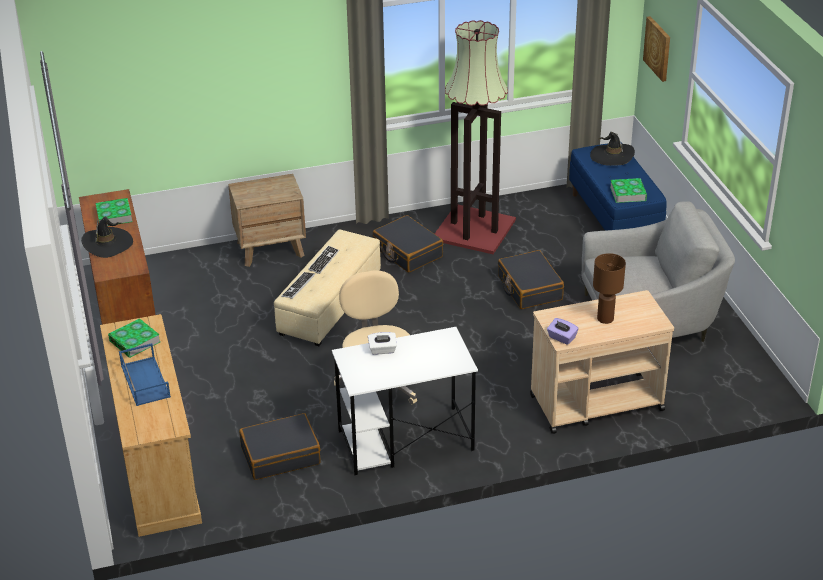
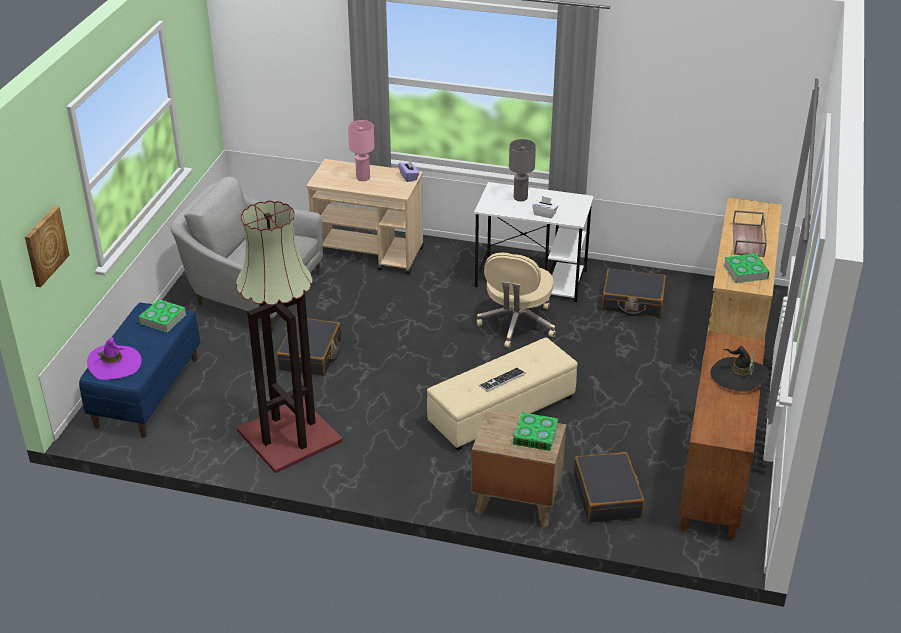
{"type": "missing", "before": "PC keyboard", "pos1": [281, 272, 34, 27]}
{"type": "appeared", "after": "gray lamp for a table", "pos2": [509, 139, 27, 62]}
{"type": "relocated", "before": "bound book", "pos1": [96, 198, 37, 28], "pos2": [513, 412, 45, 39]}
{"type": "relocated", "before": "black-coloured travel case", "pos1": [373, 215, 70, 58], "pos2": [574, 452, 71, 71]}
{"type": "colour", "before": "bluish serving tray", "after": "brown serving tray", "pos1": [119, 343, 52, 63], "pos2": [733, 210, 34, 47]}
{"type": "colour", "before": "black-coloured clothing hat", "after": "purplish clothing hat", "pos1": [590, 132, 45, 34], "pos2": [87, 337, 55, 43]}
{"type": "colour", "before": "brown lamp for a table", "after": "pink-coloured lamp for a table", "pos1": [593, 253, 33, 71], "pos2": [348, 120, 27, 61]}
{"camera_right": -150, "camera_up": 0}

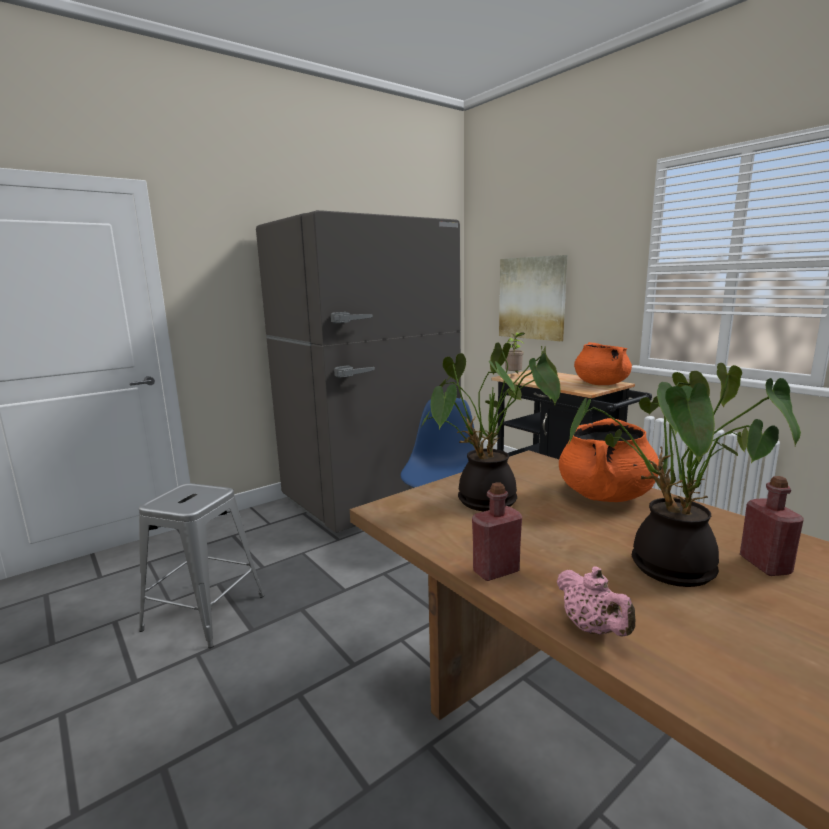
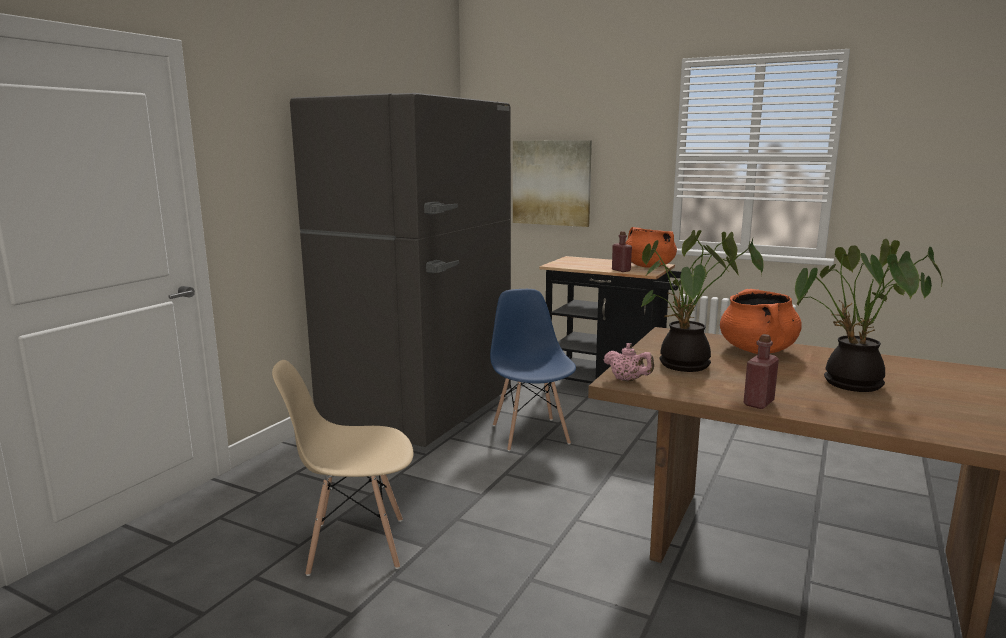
{"type": "missing", "before": "houseplant", "pos1": [505, 332, 20, 41]}
{"type": "relocated", "before": "pink-coloured teapot", "pos1": [557, 567, 78, 69], "pos2": [604, 343, 50, 39]}
{"type": "relocated", "before": "reddish beverage bottle", "pos1": [740, 476, 64, 100], "pos2": [612, 231, 20, 41]}
{"type": "exchanged", "before": "gray stool", "after": "sand-coloured plain chair", "pos1": [139, 483, 125, 165], "pos2": [272, 360, 141, 216]}
{"camera_right": -25, "camera_up": 0}

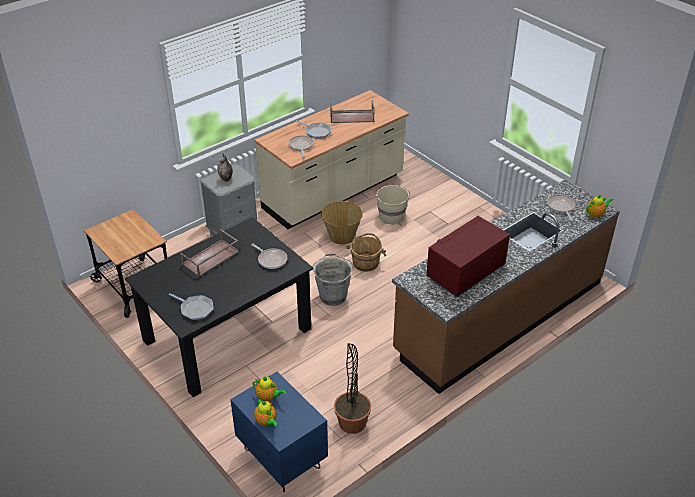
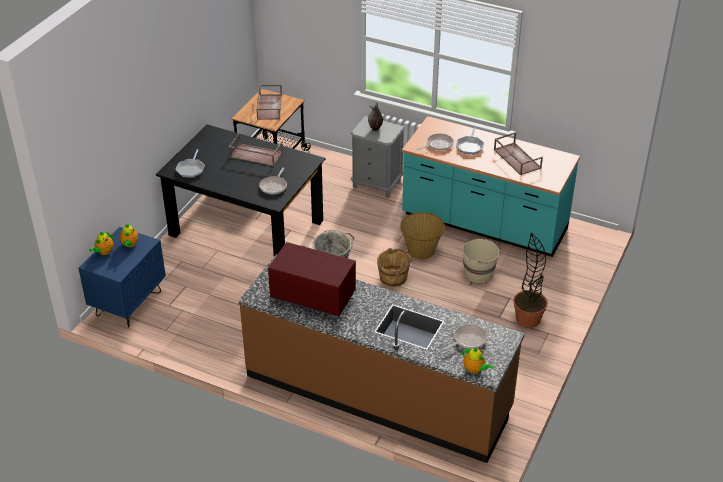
{"type": "appeared", "after": "brown serving tray", "pos2": [256, 85, 26, 35]}
{"type": "relocated", "before": "houseplant", "pos1": [334, 343, 37, 91], "pos2": [513, 233, 35, 95]}
{"type": "colour", "before": "sand-coloured kitchen base unit", "after": "turquoise kitchen base unit", "pos1": [254, 90, 155, 139], "pos2": [402, 116, 178, 141]}
{"camera_right": 65, "camera_up": 0}

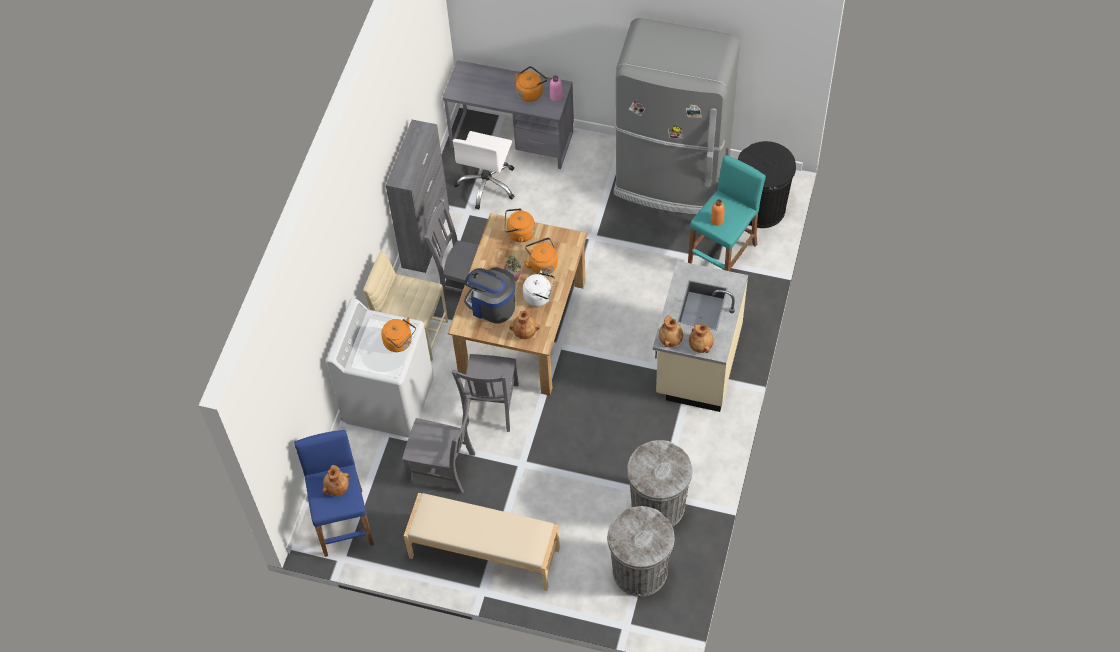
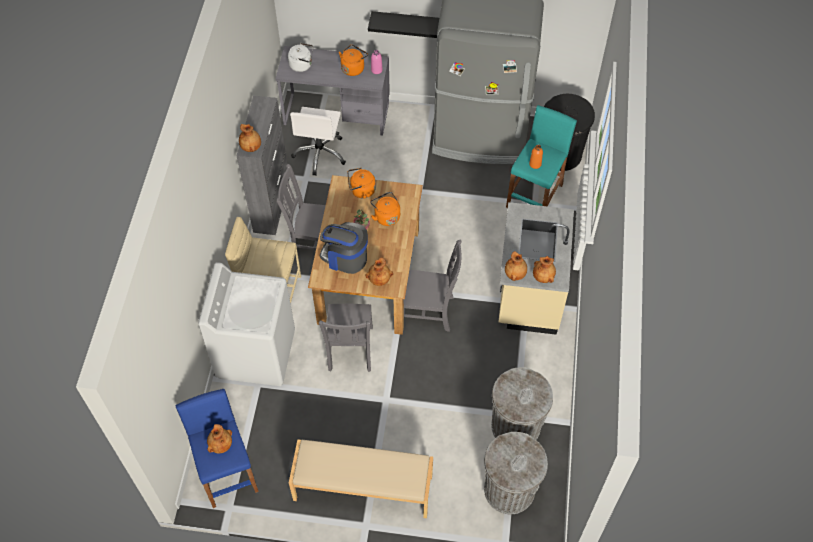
{"type": "missing", "before": "orange-coloured tea kettle", "pos1": [381, 317, 35, 35]}
{"type": "appeared", "after": "brown vase", "pos2": [239, 124, 22, 28]}
{"type": "appeared", "after": "black-coloured shelf", "pos2": [368, 11, 71, 27]}
{"type": "relocated", "before": "gray plain chair", "pos1": [402, 394, 73, 100], "pos2": [404, 240, 58, 92]}
{"type": "relocated", "before": "white-coloured tea kettle", "pos1": [523, 270, 32, 37], "pos2": [288, 43, 25, 29]}
{"camera_right": -10, "camera_up": 0}

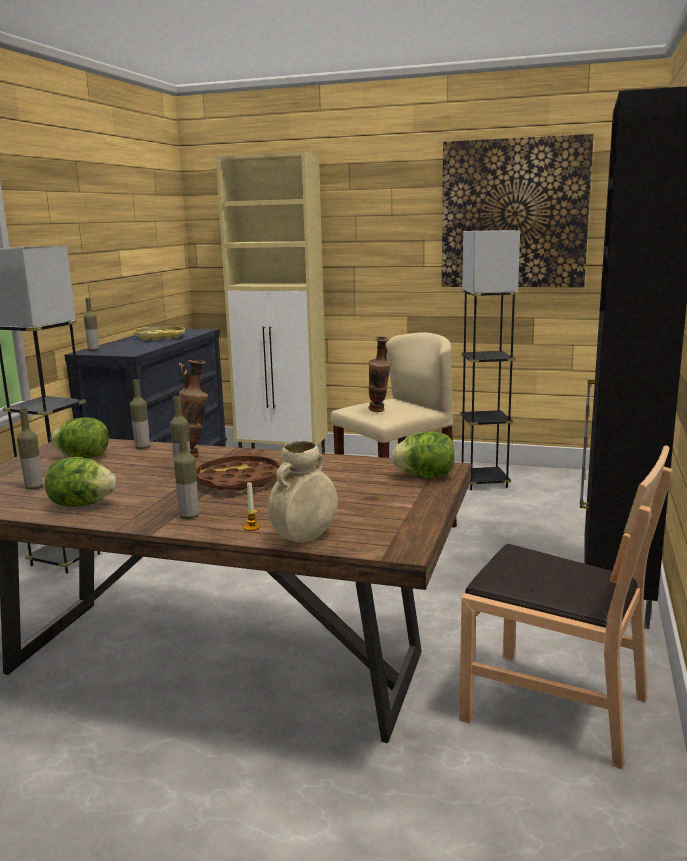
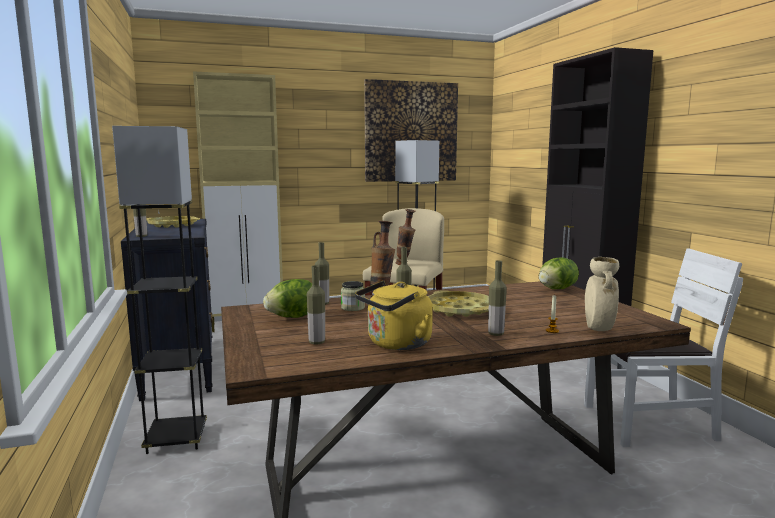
{"type": "appeared", "after": "jar", "pos2": [341, 281, 24, 30]}
{"type": "exchanged", "before": "head of lettuce", "after": "yellow tea kettle", "pos1": [45, 457, 72, 50], "pos2": [355, 281, 78, 69]}
{"type": "colour", "before": "brown serving tray", "after": "yellow serving tray", "pos1": [196, 453, 84, 38], "pos2": [428, 290, 61, 27]}
{"type": "colour", "before": "brown plain chair", "after": "white-coloured plain chair", "pos1": [459, 445, 213, 324], "pos2": [584, 248, 159, 199]}
{"camera_right": -35, "camera_up": -5}

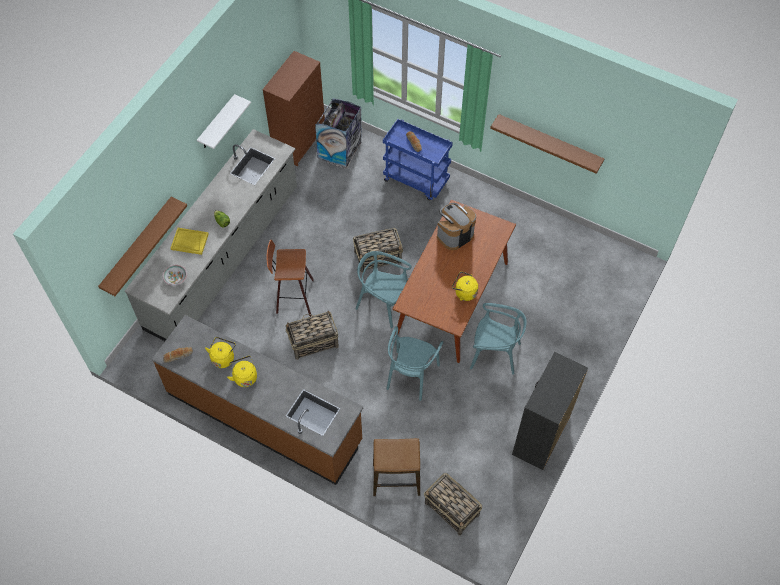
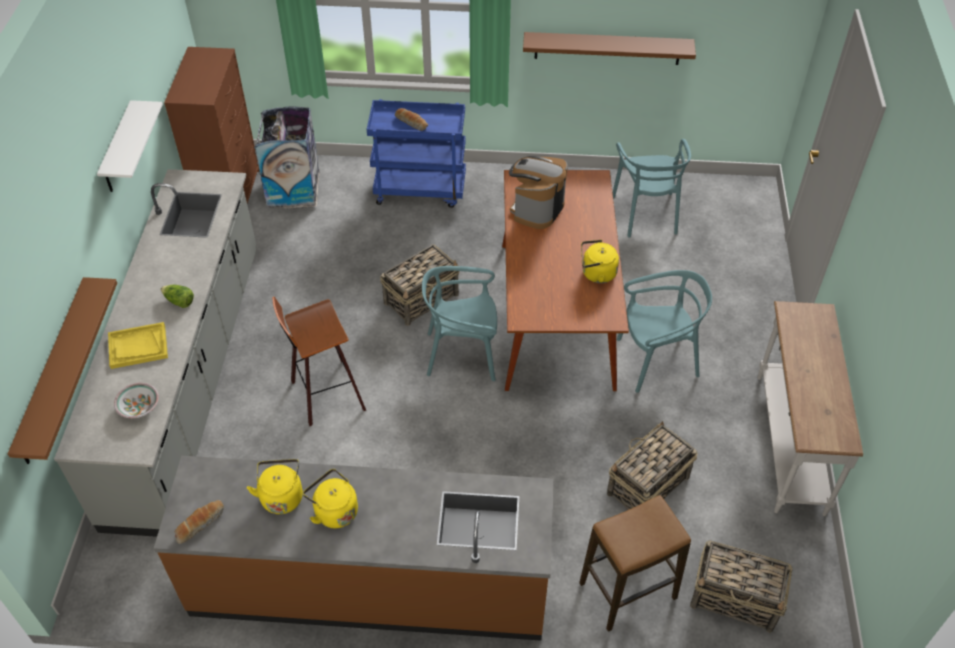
{"type": "relocated", "before": "household basket", "pos1": [286, 311, 53, 49], "pos2": [607, 421, 91, 89]}
{"type": "relocated", "before": "turquoise plain chair", "pos1": [387, 326, 56, 75], "pos2": [613, 139, 78, 98]}
{"type": "exchanged", "before": "black-coloured dresser", "after": "white-coloured hall table", "pos1": [512, 352, 76, 118], "pos2": [758, 301, 105, 215]}
{"camera_right": -25, "camera_up": -10}

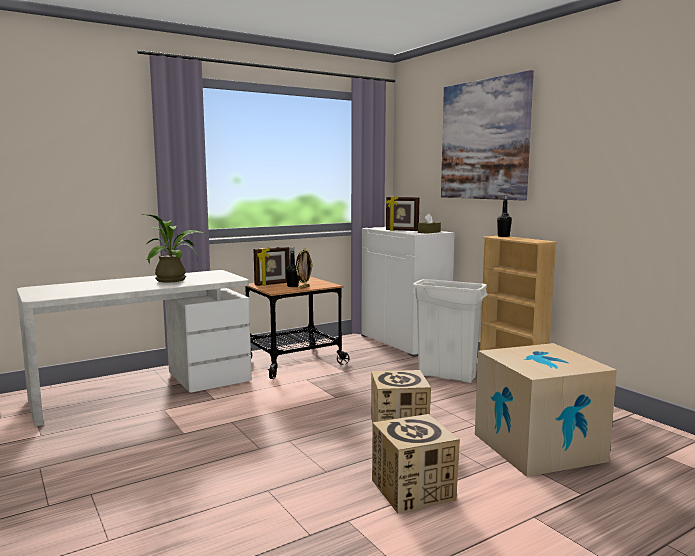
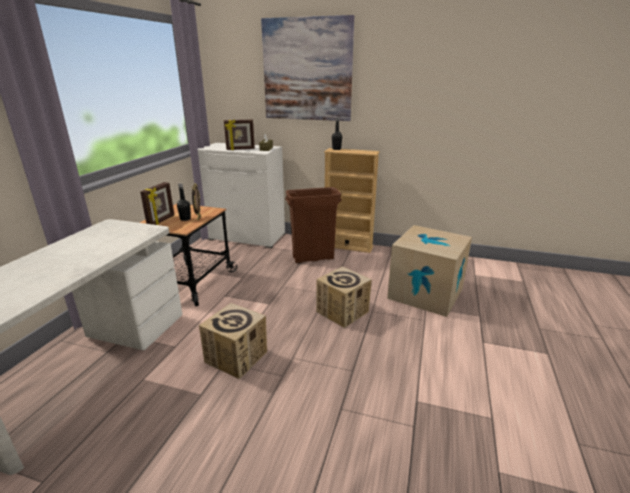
{"type": "missing", "before": "houseplant", "pos1": [141, 214, 63, 68]}
{"type": "relocated", "before": "cardboard box", "pos1": [372, 414, 88, 99], "pos2": [199, 303, 68, 76]}
{"type": "colour", "before": "white-coloured waste bin", "after": "brown waste bin", "pos1": [412, 279, 76, 104], "pos2": [285, 187, 57, 76]}
{"camera_right": -40, "camera_up": 15}

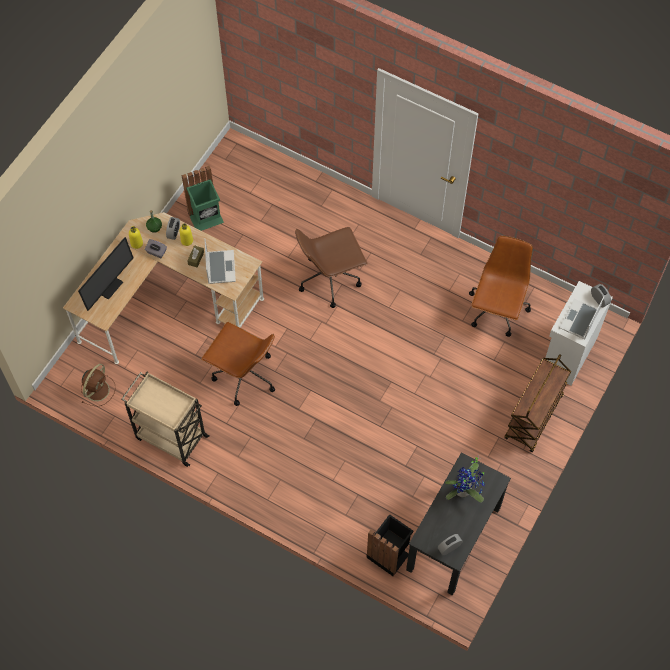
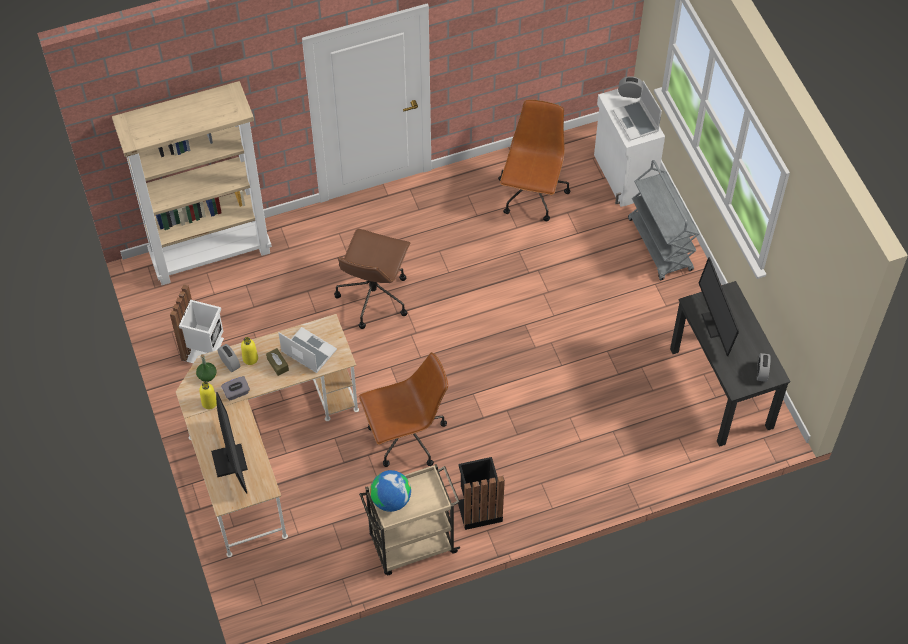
{"type": "missing", "before": "brown electric fan", "pos1": [81, 364, 35, 42]}
{"type": "appeared", "after": "sand-coloured bookshelf", "pos2": [112, 81, 160, 204]}
{"type": "appeared", "after": "globe", "pos2": [370, 470, 41, 42]}
{"type": "relocated", "before": "black-coloured waste bin", "pos1": [366, 514, 47, 62], "pos2": [458, 457, 47, 73]}
{"type": "exchanged", "before": "houseplant", "after": "computer display", "pos1": [445, 455, 40, 48], "pos2": [699, 257, 40, 99]}
{"type": "colour", "before": "green-coloured waste bin", "after": "white-coloured waste bin", "pos1": [181, 166, 43, 65], "pos2": [170, 285, 54, 78]}
{"type": "colour", "before": "brown trolley", "after": "gray trolley", "pos1": [504, 354, 67, 98], "pos2": [628, 160, 72, 120]}
{"type": "spun", "before": "brown office chair", "pos1": [469, 236, 64, 101], "pos2": [498, 99, 73, 122], "turn": 45}
{"camera_right": -50, "camera_up": -5}

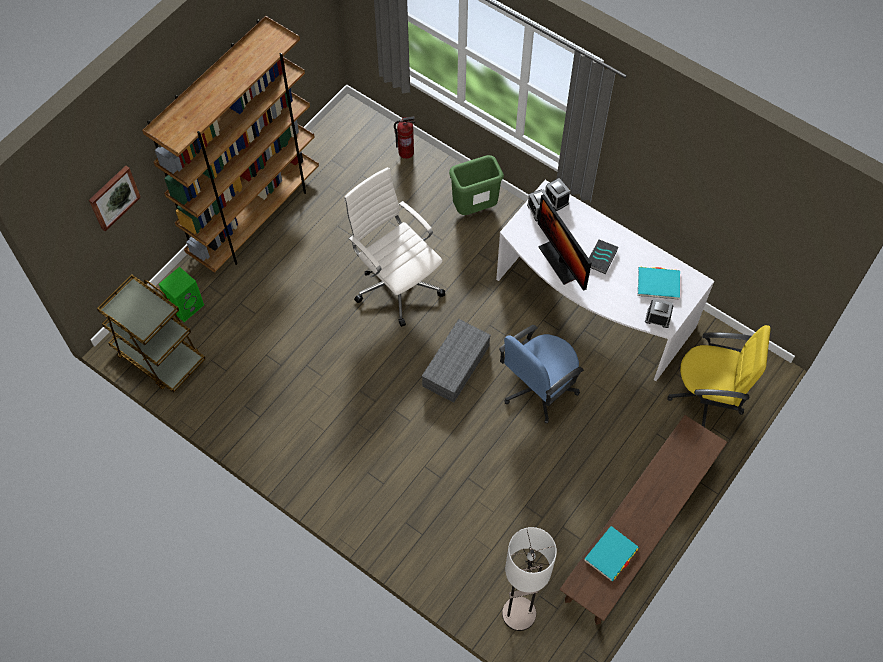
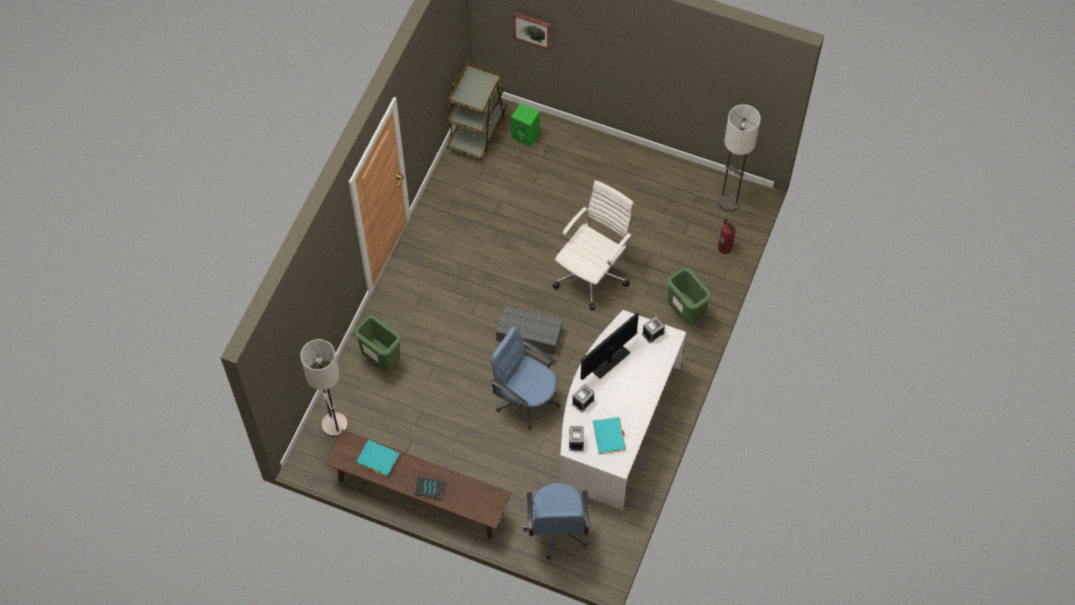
{"type": "missing", "before": "brown bookshelf", "pos1": [142, 16, 177, 257]}
{"type": "appeared", "after": "green-coloured waste bin", "pos2": [354, 315, 47, 55]}
{"type": "appeared", "after": "standard lamp", "pos2": [717, 104, 44, 107]}
{"type": "relocated", "before": "alarm clock", "pos1": [545, 178, 25, 33], "pos2": [572, 384, 23, 28]}
{"type": "relocated", "before": "bound book", "pos1": [589, 239, 29, 35], "pos2": [413, 476, 32, 24]}
{"type": "colour", "before": "yellow office chair", "after": "bluish office chair", "pos1": [667, 325, 104, 102], "pos2": [523, 483, 67, 77]}
{"camera_right": 75, "camera_up": 0}

